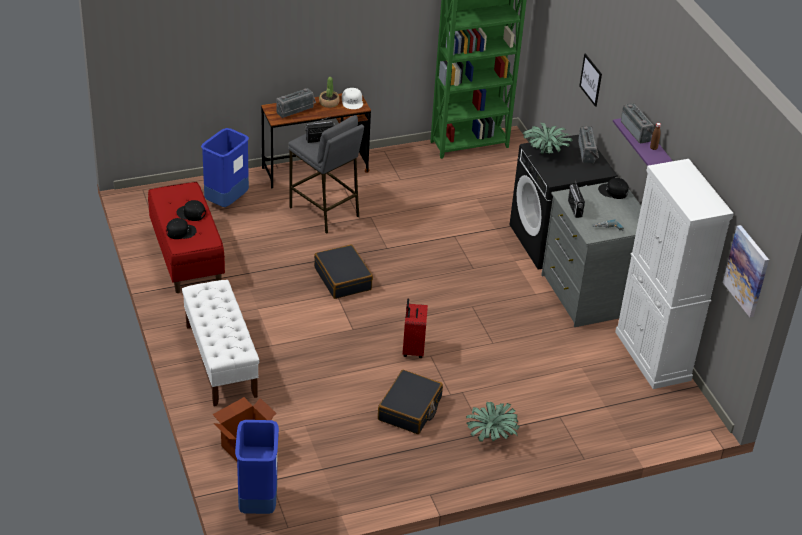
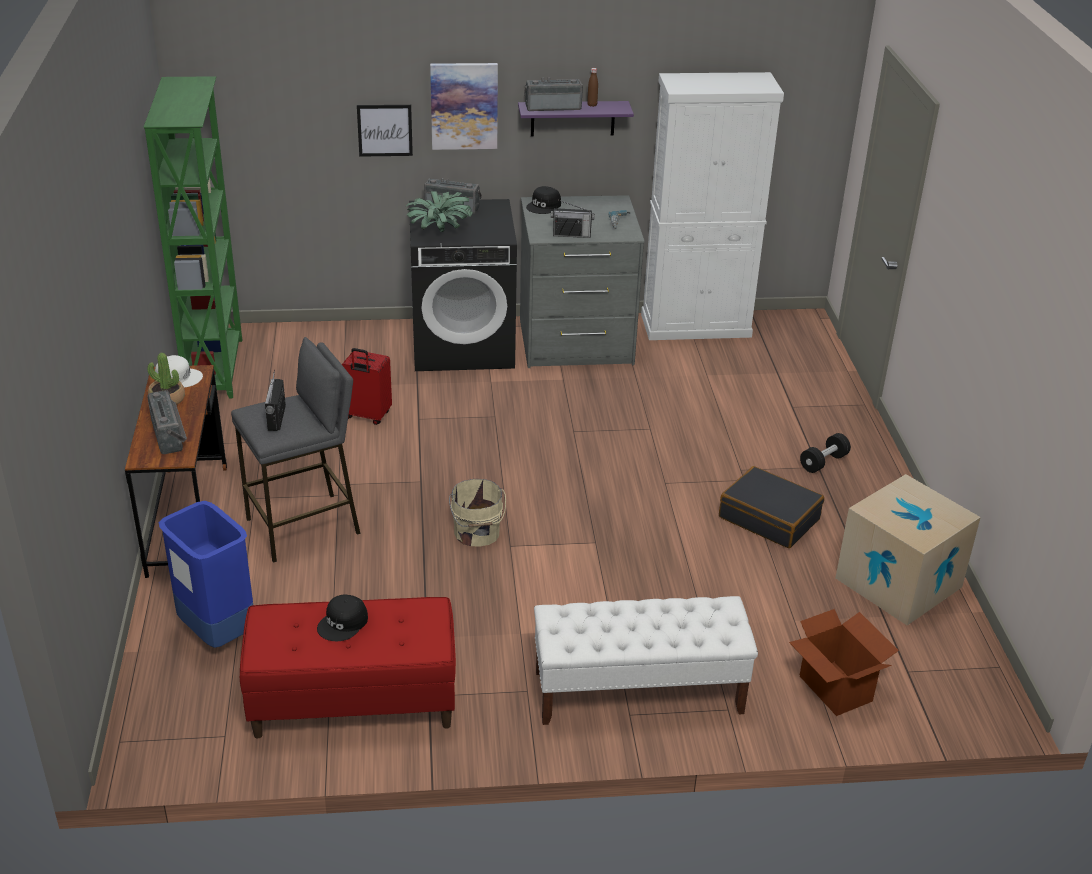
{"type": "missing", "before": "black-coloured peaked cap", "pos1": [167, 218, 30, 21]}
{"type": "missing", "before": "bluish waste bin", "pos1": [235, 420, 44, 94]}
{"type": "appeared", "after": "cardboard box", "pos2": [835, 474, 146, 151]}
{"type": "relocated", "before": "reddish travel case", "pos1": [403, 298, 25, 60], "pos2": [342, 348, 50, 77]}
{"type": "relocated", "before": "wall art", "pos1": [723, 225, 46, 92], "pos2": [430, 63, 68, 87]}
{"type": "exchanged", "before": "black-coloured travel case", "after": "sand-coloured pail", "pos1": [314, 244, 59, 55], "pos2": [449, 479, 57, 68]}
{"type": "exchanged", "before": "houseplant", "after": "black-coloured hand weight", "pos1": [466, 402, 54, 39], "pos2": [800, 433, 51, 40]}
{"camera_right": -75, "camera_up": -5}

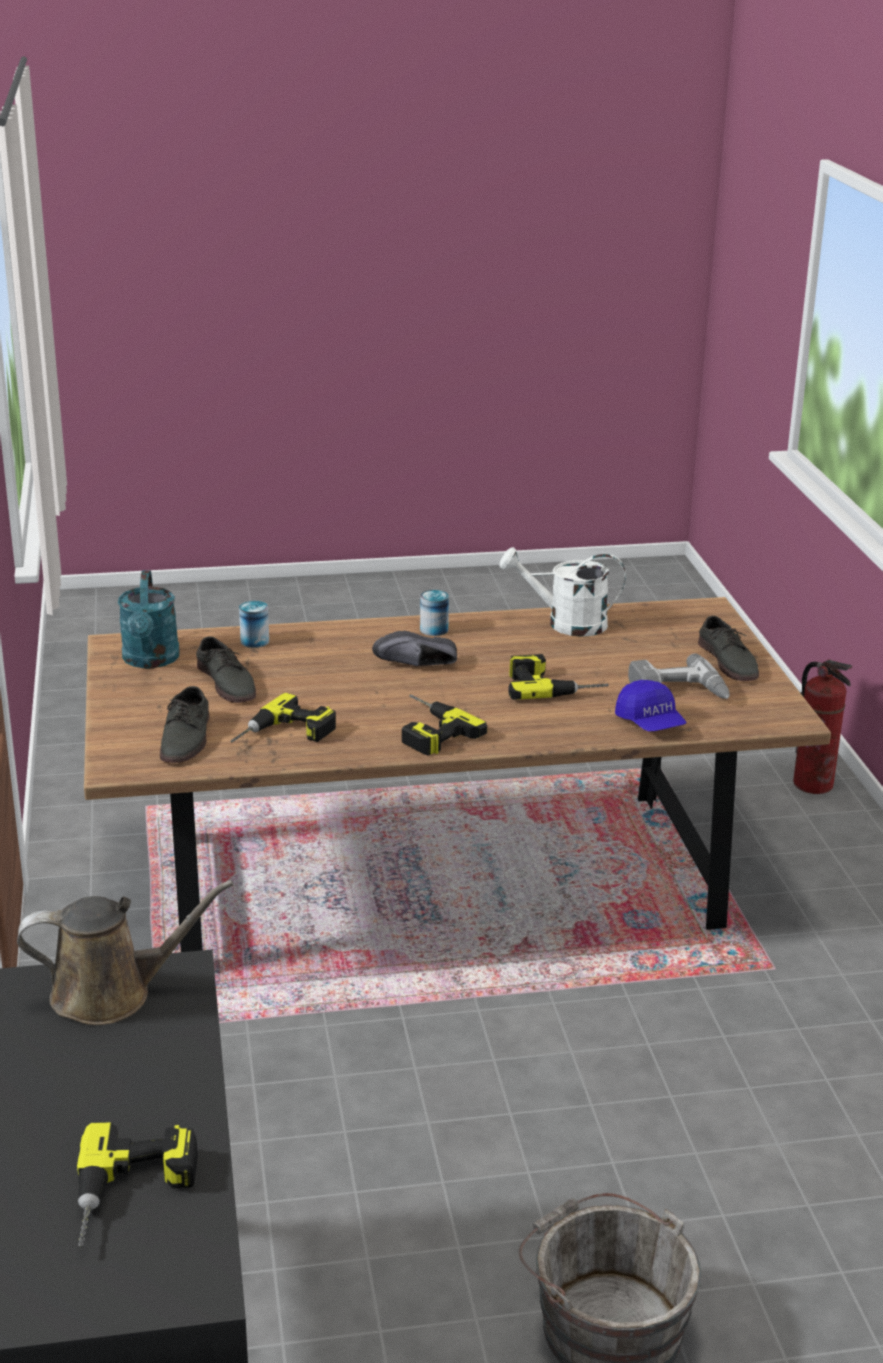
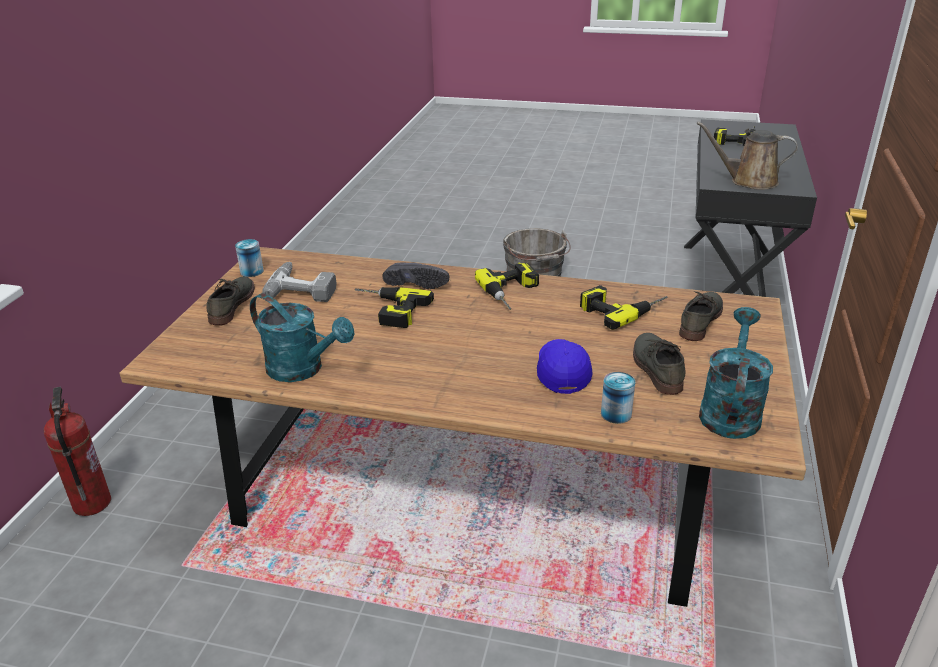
{"type": "relocated", "before": "black-coloured shoe", "pos1": [372, 631, 85, 35], "pos2": [382, 262, 67, 27]}
{"type": "relocated", "before": "can", "pos1": [420, 590, 29, 46], "pos2": [235, 239, 29, 38]}
{"type": "relocated", "before": "bluish peaked cap", "pos1": [615, 680, 71, 51], "pos2": [537, 339, 56, 55]}
{"type": "colour", "before": "white-coloured sprinkling can", "after": "turquoise sprinkling can", "pos1": [500, 547, 126, 90], "pos2": [250, 293, 105, 89]}
{"camera_right": -155, "camera_up": 5}

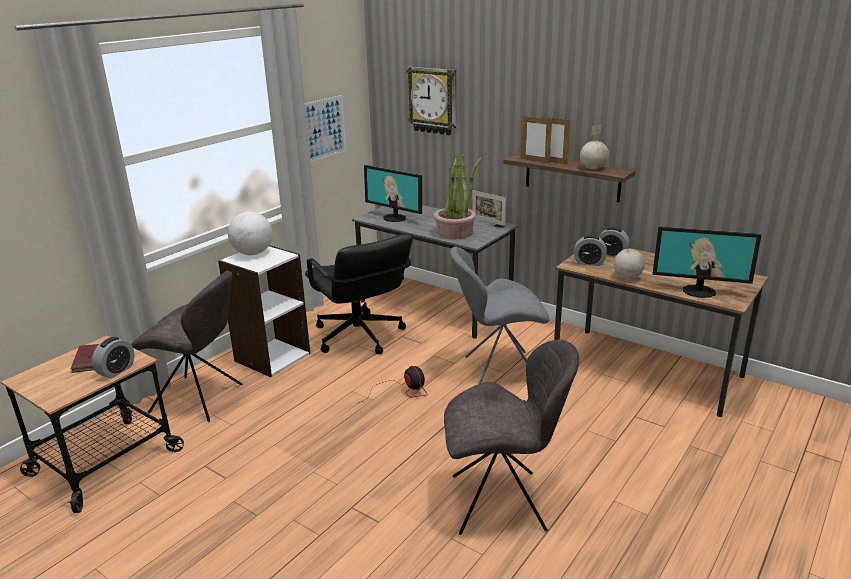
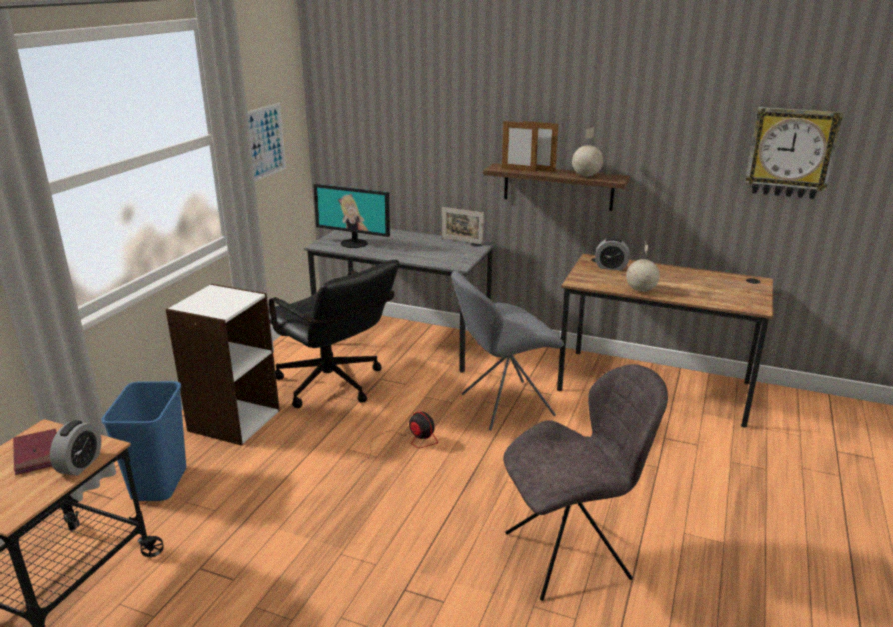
{"type": "missing", "before": "globe", "pos1": [228, 212, 45, 43]}
{"type": "missing", "before": "houseplant", "pos1": [434, 154, 48, 85]}
{"type": "missing", "before": "alarm clock", "pos1": [574, 235, 33, 31]}
{"type": "missing", "before": "computer display", "pos1": [653, 226, 108, 72]}
{"type": "relocated", "before": "clock on the wall", "pos1": [406, 67, 50, 68], "pos2": [745, 107, 98, 92]}
{"type": "exchanged", "before": "gray plain chair", "after": "bluish waste bin", "pos1": [131, 270, 111, 152], "pos2": [102, 381, 84, 120]}
{"camera_right": -15, "camera_up": 0}

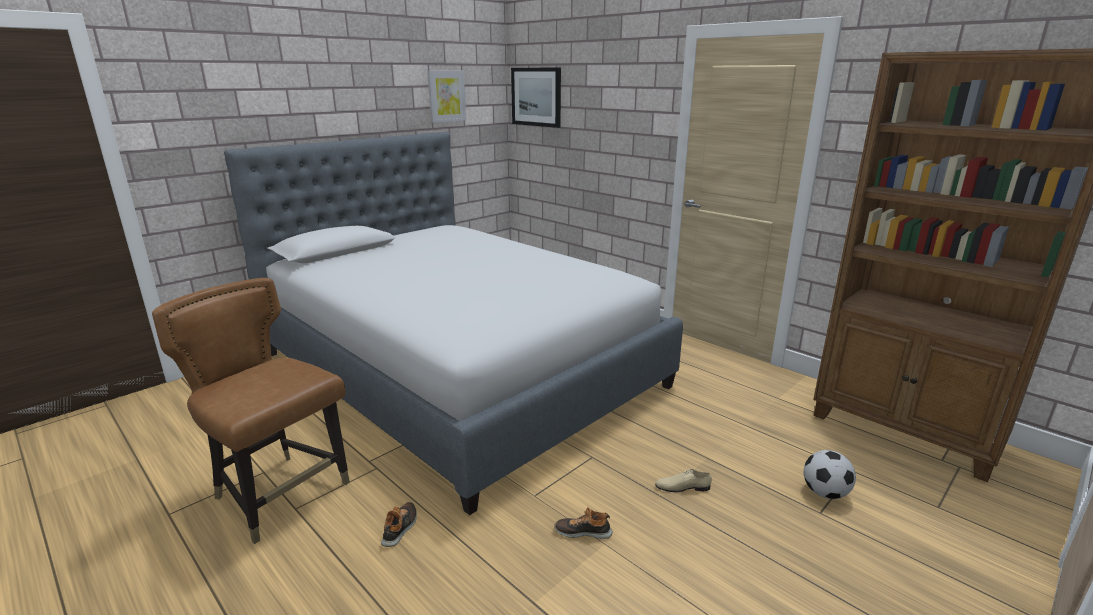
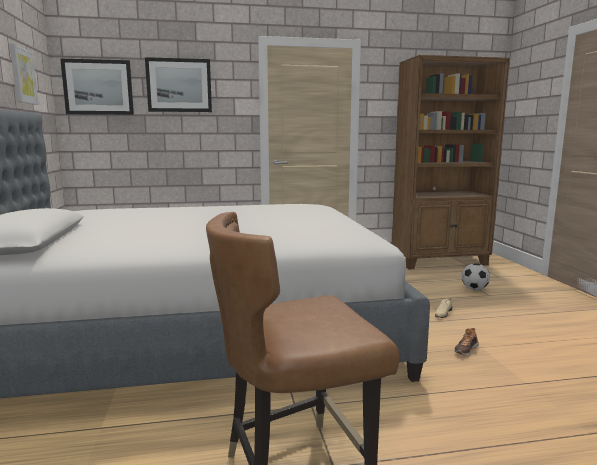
{"type": "missing", "before": "shoe", "pos1": [381, 502, 36, 45]}
{"type": "appeared", "after": "wall art", "pos2": [145, 57, 67, 55]}
{"camera_right": -55, "camera_up": -10}

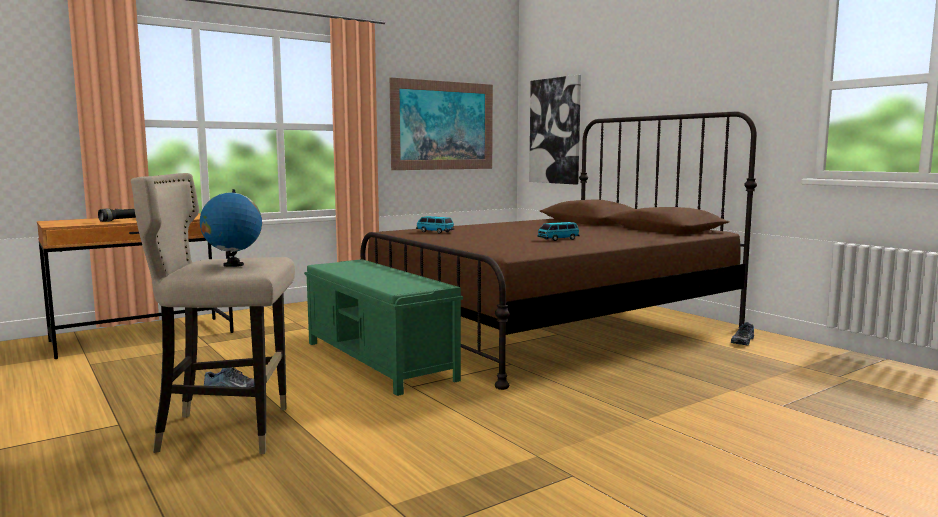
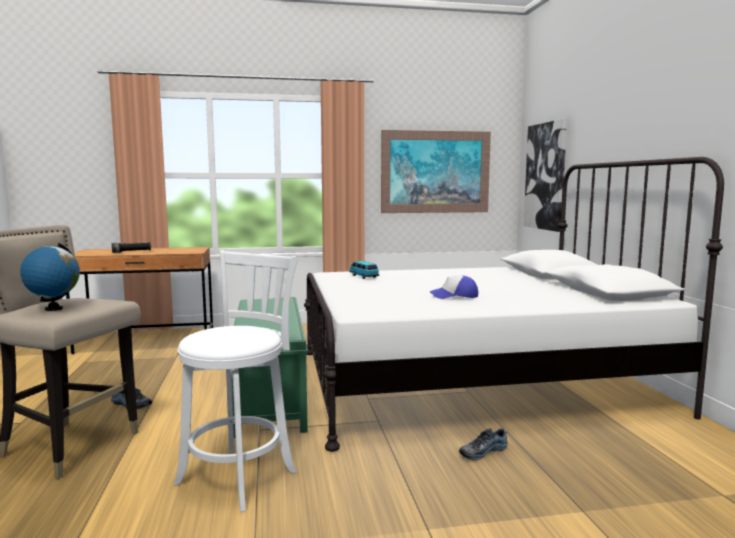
{"type": "appeared", "after": "white-coloured stool", "pos2": [173, 250, 124, 262]}
{"type": "relocated", "before": "shoe", "pos1": [731, 322, 23, 23], "pos2": [459, 428, 49, 32]}
{"type": "exchanged", "before": "miniature car", "after": "peaked cap", "pos1": [537, 222, 43, 19], "pos2": [430, 276, 48, 23]}
{"type": "colour", "before": "brown sleeping bed", "after": "white-coloured sleeping bed", "pos1": [361, 111, 396, 279], "pos2": [304, 157, 420, 295]}
{"camera_right": 25, "camera_up": 0}

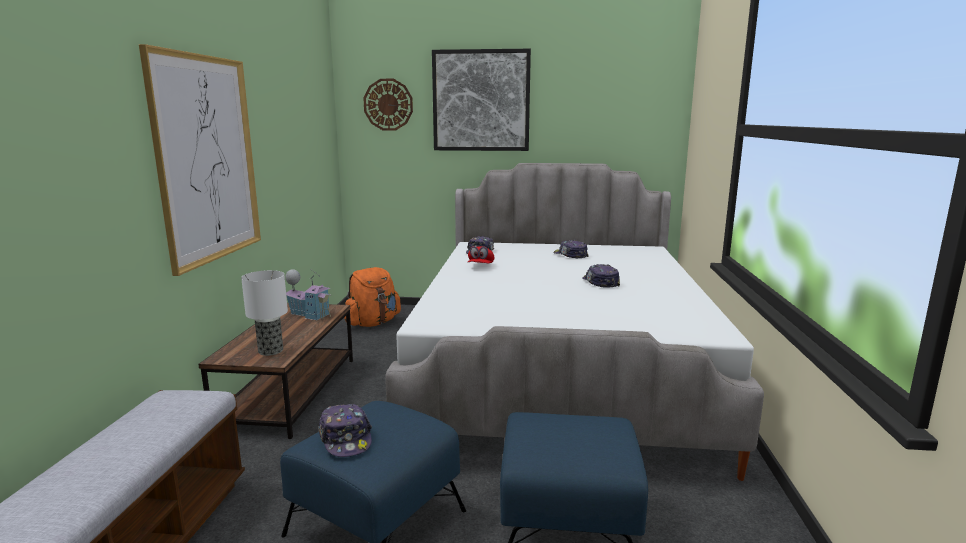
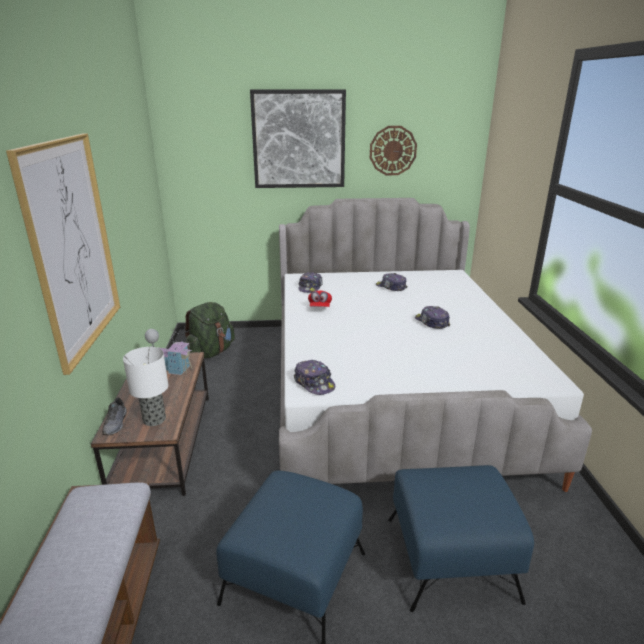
{"type": "appeared", "after": "gray shoe", "pos2": [102, 397, 25, 38]}
{"type": "relocated", "before": "peaked cap", "pos1": [318, 404, 54, 53], "pos2": [294, 360, 41, 35]}
{"type": "relocated", "before": "clock on the wall", "pos1": [363, 79, 50, 52], "pos2": [370, 126, 47, 49]}
{"type": "colour", "before": "orange-coloured knapsack", "after": "green-coloured knapsack", "pos1": [344, 267, 57, 60], "pos2": [184, 302, 51, 56]}
{"camera_right": -10, "camera_up": 10}

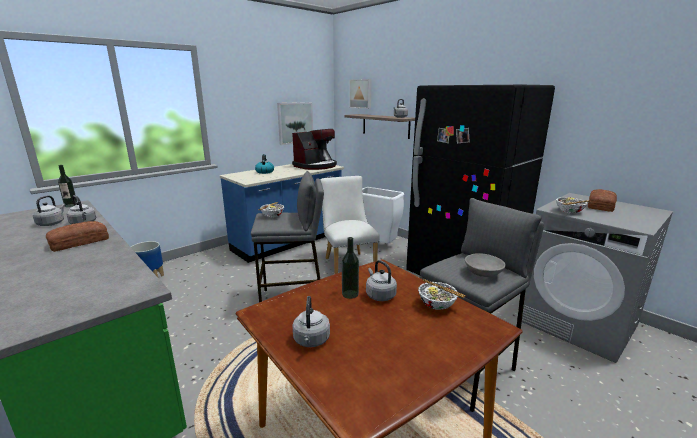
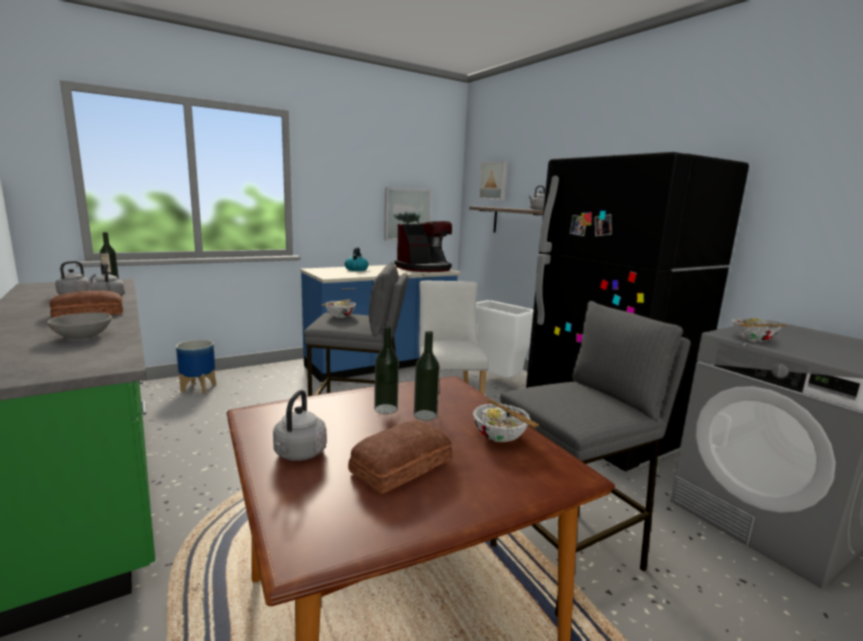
{"type": "relocated", "before": "gray serving bowl", "pos1": [465, 253, 41, 24], "pos2": [46, 312, 66, 27]}
{"type": "relocated", "before": "bakery bread", "pos1": [588, 189, 29, 23], "pos2": [348, 421, 104, 73]}
{"type": "exchanged", "before": "gray tea kettle", "after": "beverage bottle", "pos1": [366, 260, 31, 41], "pos2": [414, 331, 26, 90]}
{"camera_right": 10, "camera_up": -5}

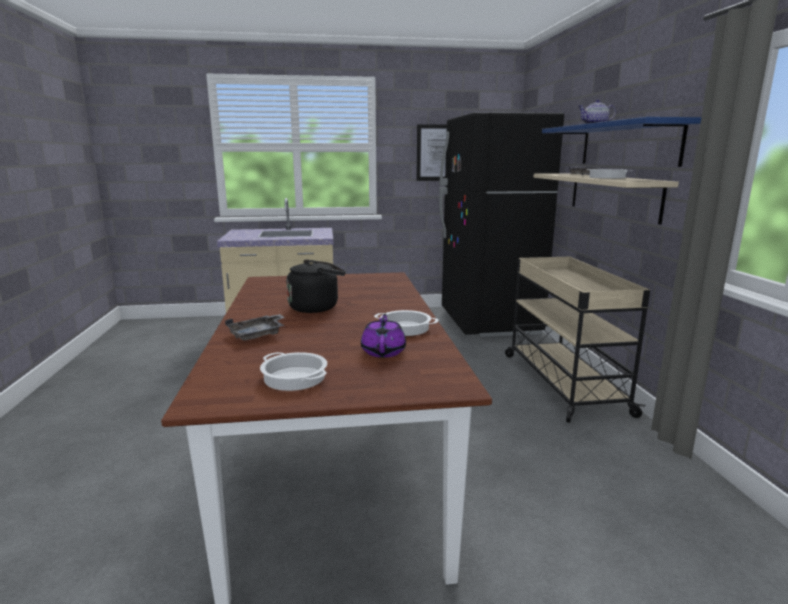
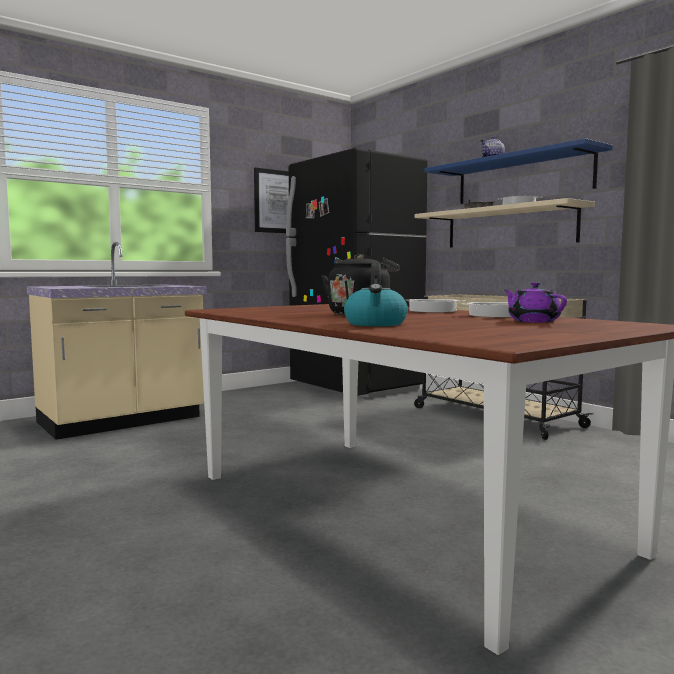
{"type": "relocated", "before": "saucepot", "pos1": [260, 352, 67, 39], "pos2": [409, 299, 57, 13]}
{"type": "exchanged", "before": "gray serving tray", "after": "tea kettle", "pos1": [225, 314, 60, 26], "pos2": [344, 263, 64, 63]}
{"camera_right": -30, "camera_up": -10}

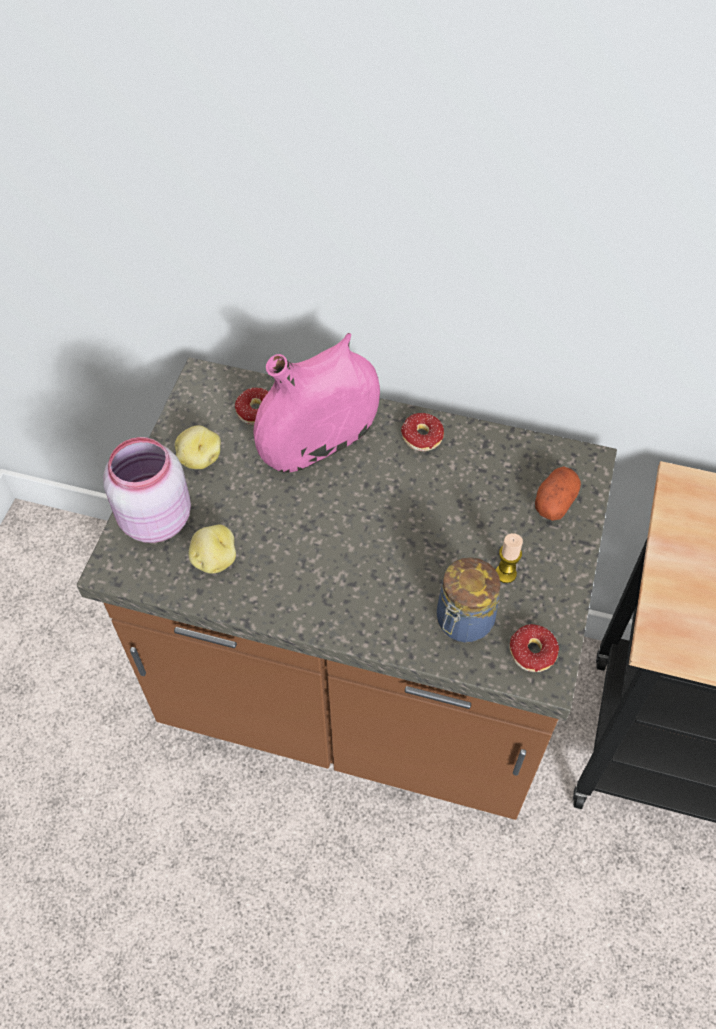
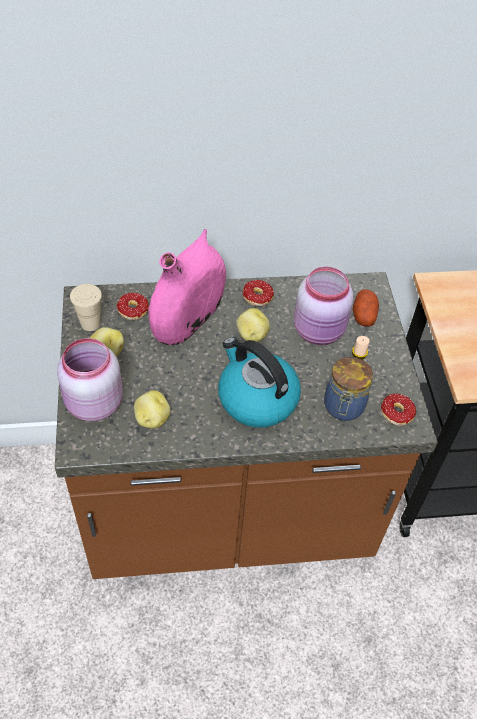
{"type": "appeared", "after": "sand-coloured cup", "pos2": [70, 284, 32, 47]}
{"type": "appeared", "after": "tea kettle", "pos2": [218, 337, 83, 91]}
{"type": "appeared", "after": "spud", "pos2": [236, 308, 34, 34]}
{"type": "appeared", "after": "pink-coloured jar", "pos2": [294, 267, 59, 78]}
{"camera_right": -25, "camera_up": -5}

